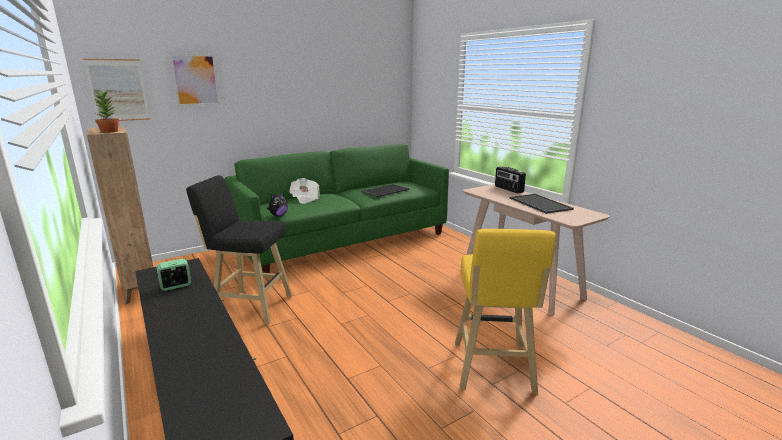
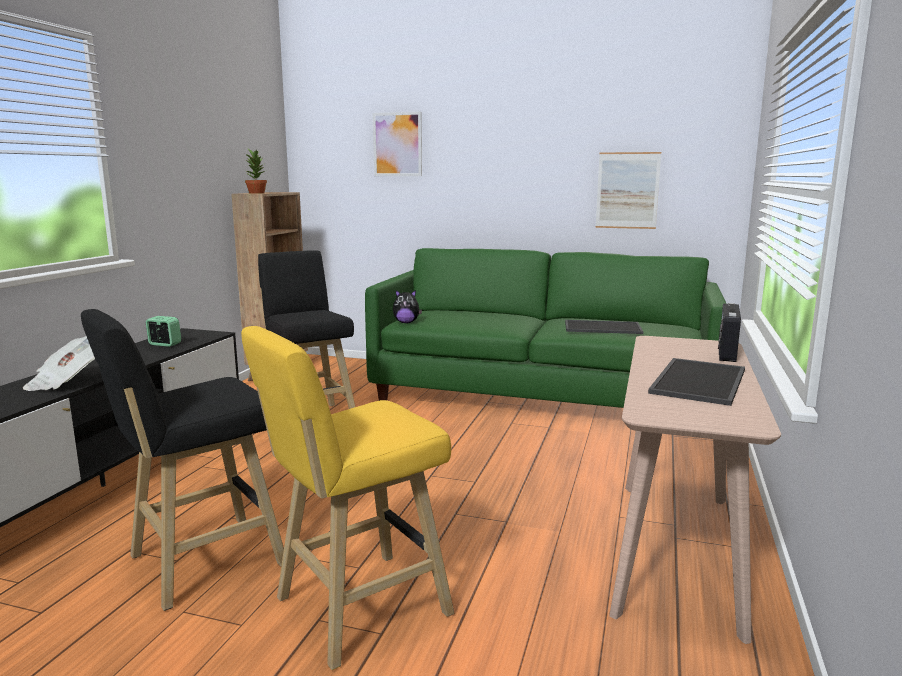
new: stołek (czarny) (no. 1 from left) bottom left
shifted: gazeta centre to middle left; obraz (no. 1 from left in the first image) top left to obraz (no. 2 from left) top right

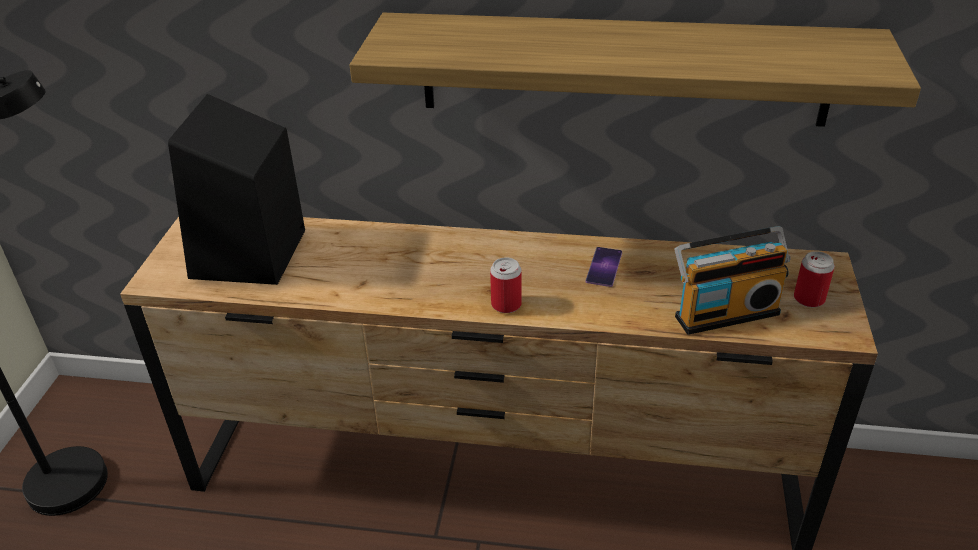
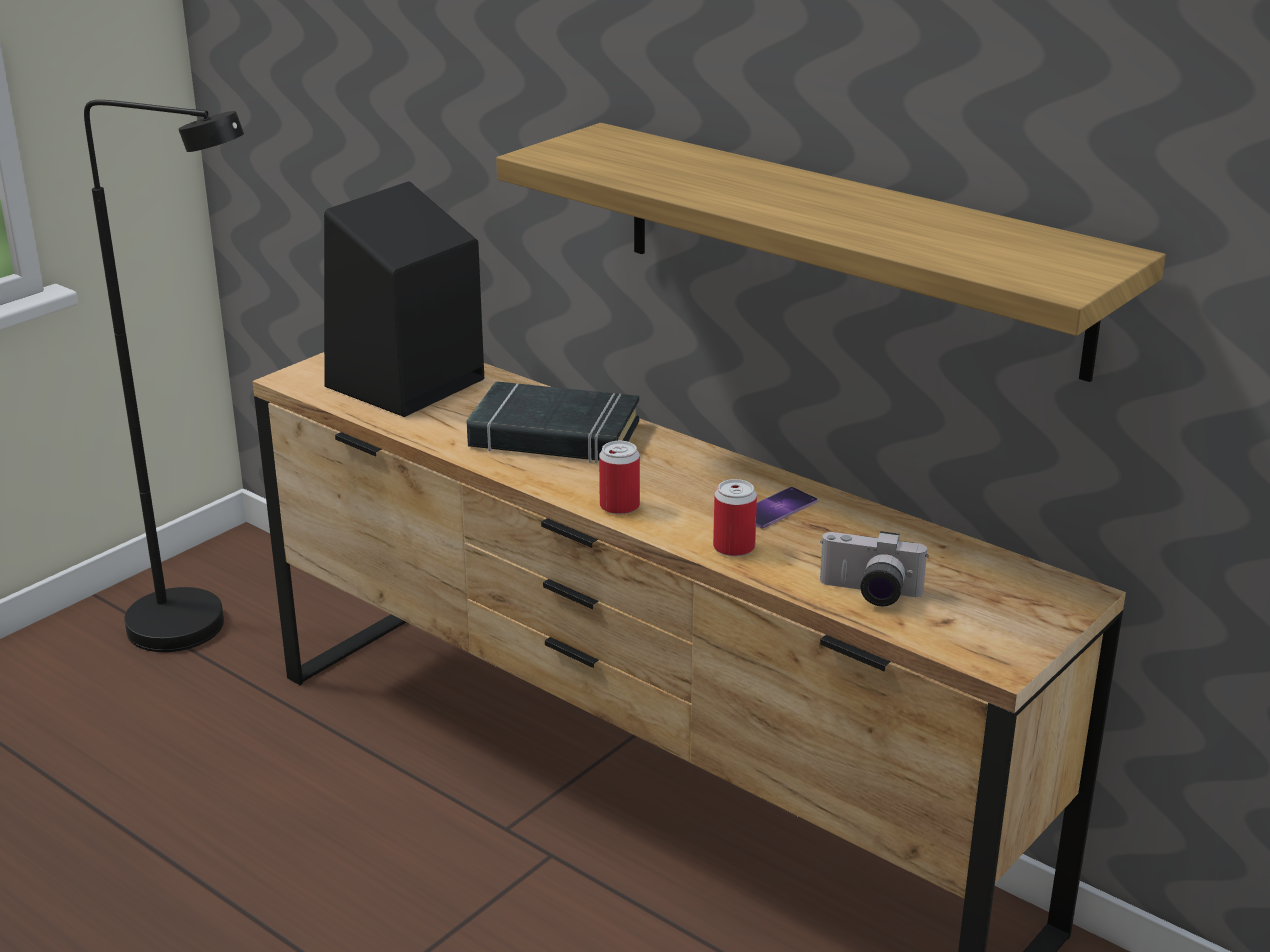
new: książka (czarny) centre
shifted: puszka (no. 2 from left) middle right to centre
swapped: radio middle right to aparat fotograficzny middle right

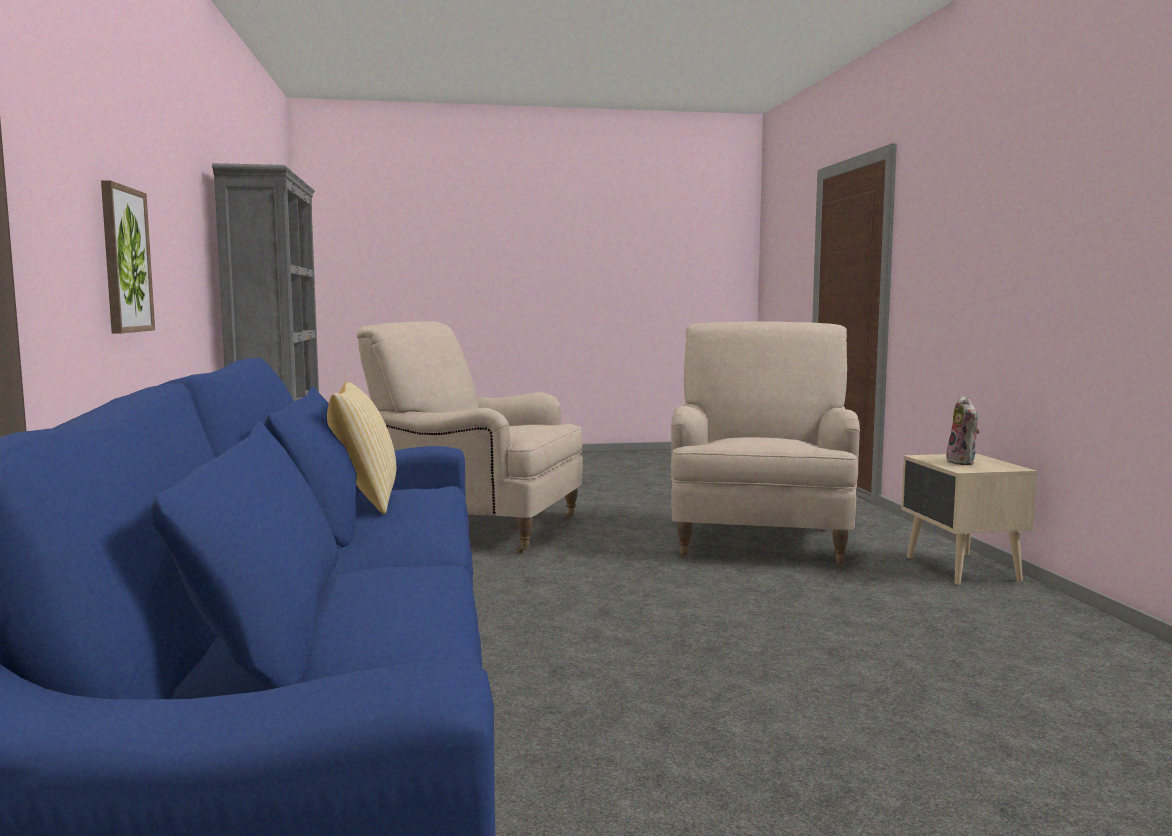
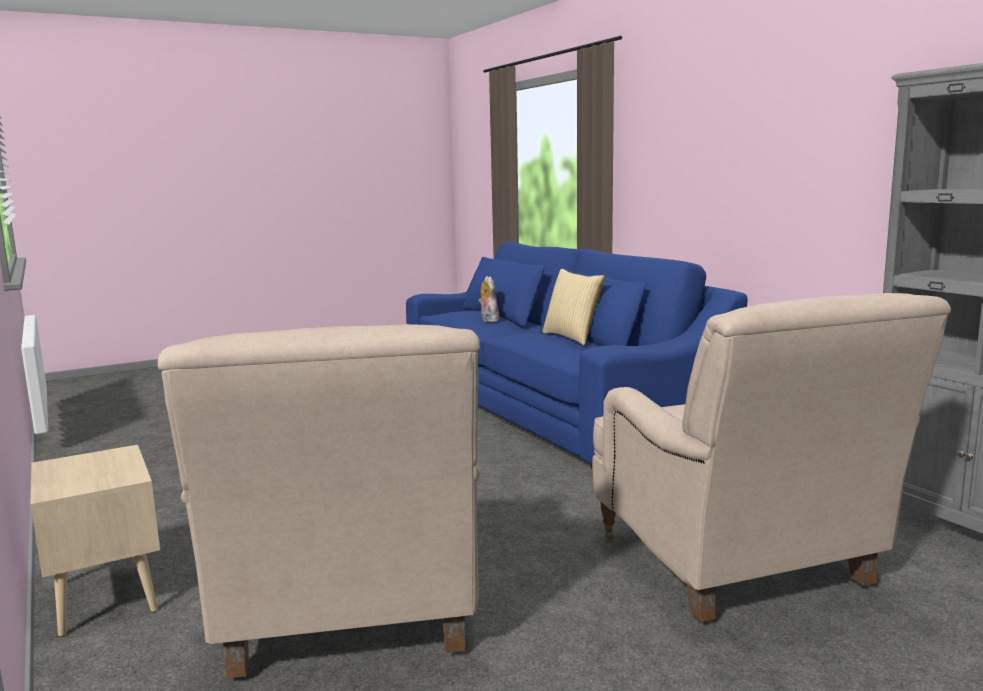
gone: obraz top left
shifted: pluszak middle right to centre
rotated: fotel (beżowy) (no. 1 from left in the first image) centre = middle right 75 degrees clockwise

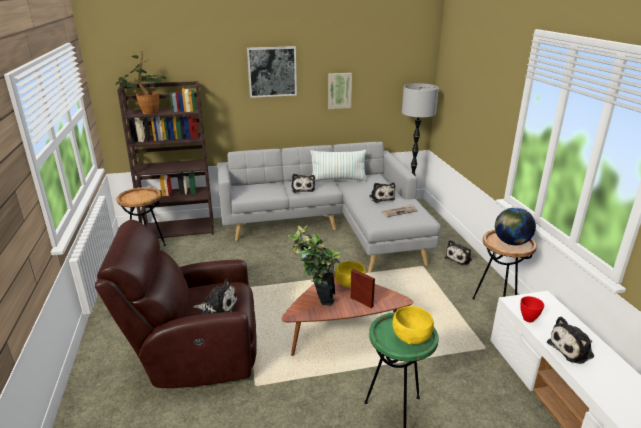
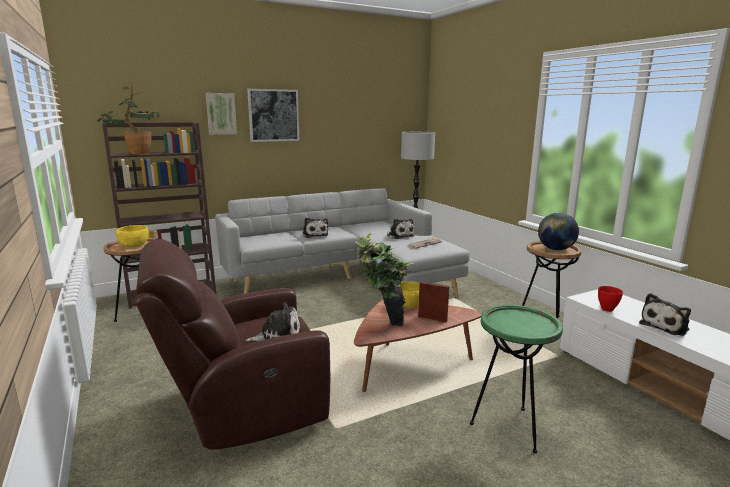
gone: poduszka centre; pluszak (no. 4 from left) middle right
shifted: miska (żółty) (no. 2 from left in the first image) bottom centre to miska (żółty) (no. 1 from left) middle left; obraz (no. 2 from left in the first image) top centre to obraz (no. 1 from left) top left

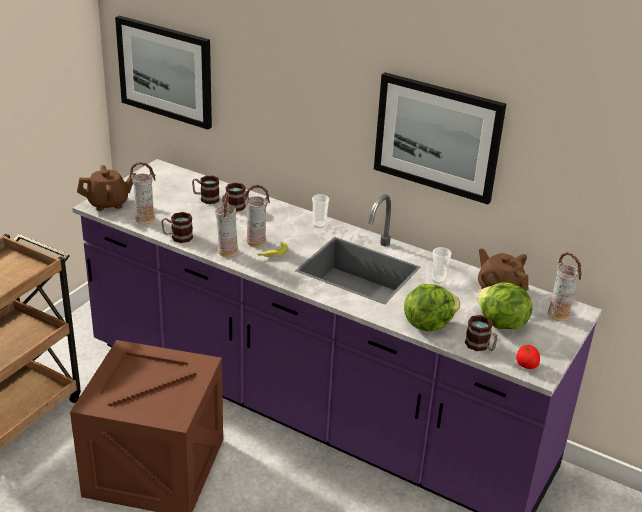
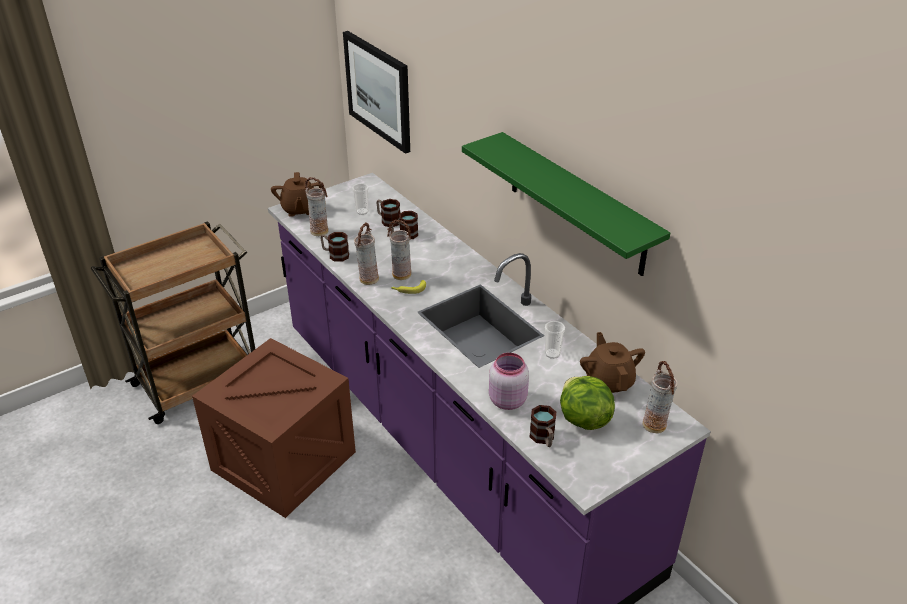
gone: pomidor bottom right
shifted: filiżanka (no. 1 from left) centre to top centre
swapped: obraz (no. 2 from left) top right to półka (zielony) centre; sałata (no. 1 from left) middle right to słoik (różowy) centre
rotated: imbryk (brązowy) (no. 1 from left) middle left = top left 75 degrees clockwise

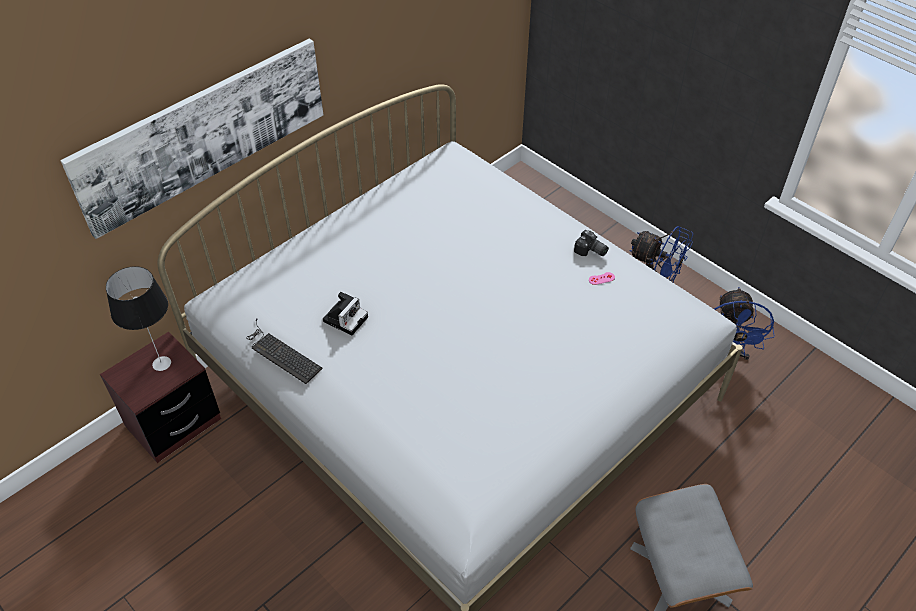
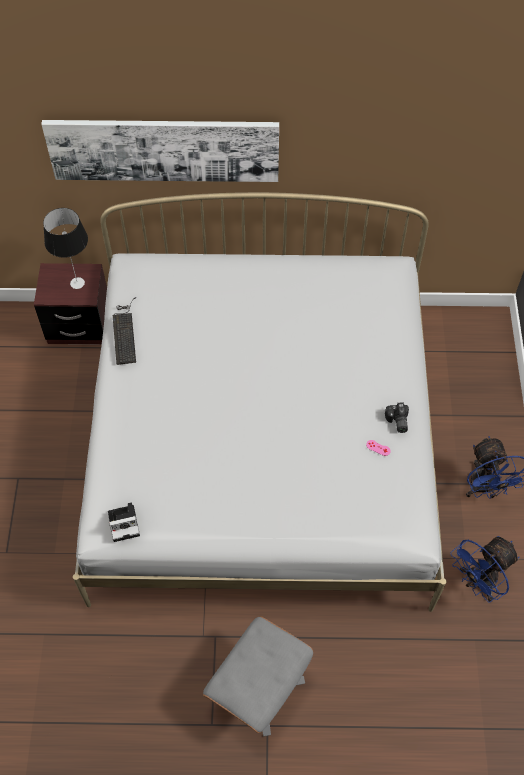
shifted: aparat fotograficzny (no. 1 from left) centre to bottom left

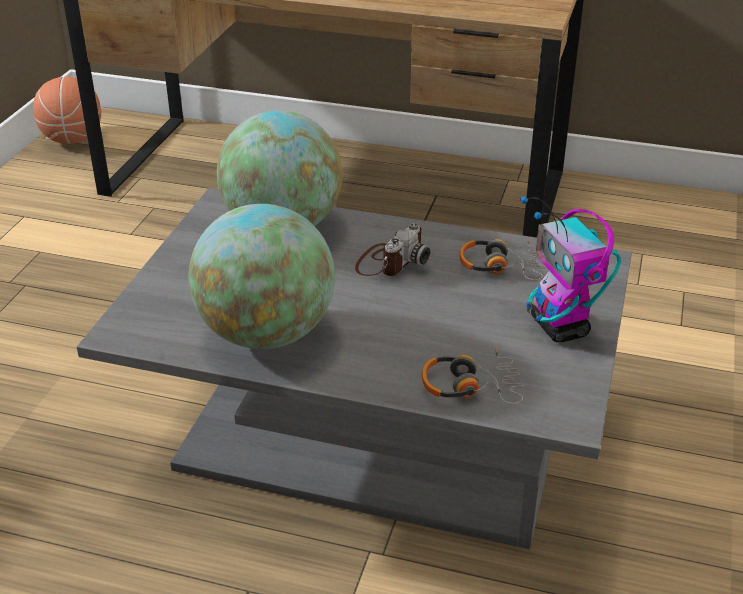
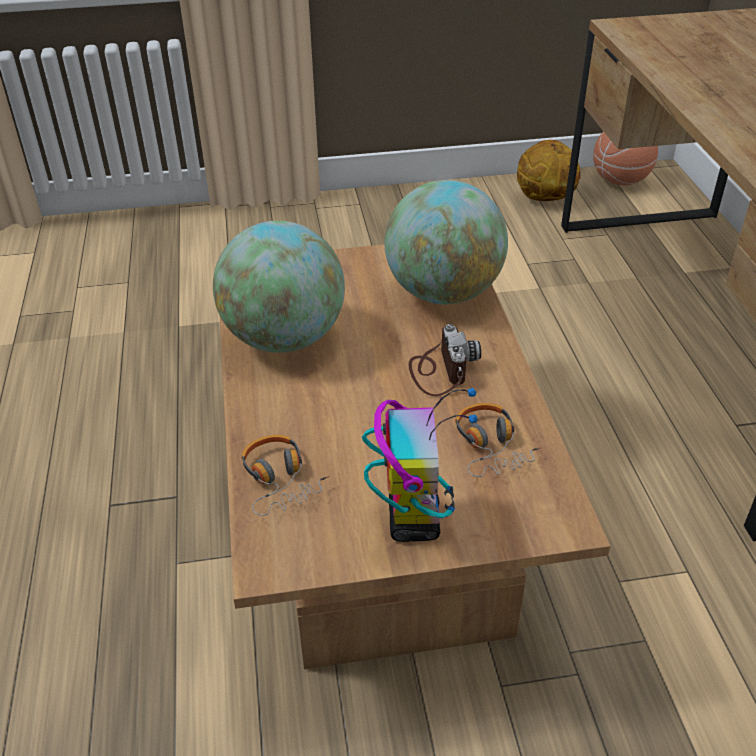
new: piłka do koszykówki (no. 1 from left) top right
repainted: ława (szary) centre to ława (brązowy) centre
rotated: robot zabawkowy middle right = centre 135 degrees clockwise; aparat fotograficzny centre = centre 105 degrees counterclockwise

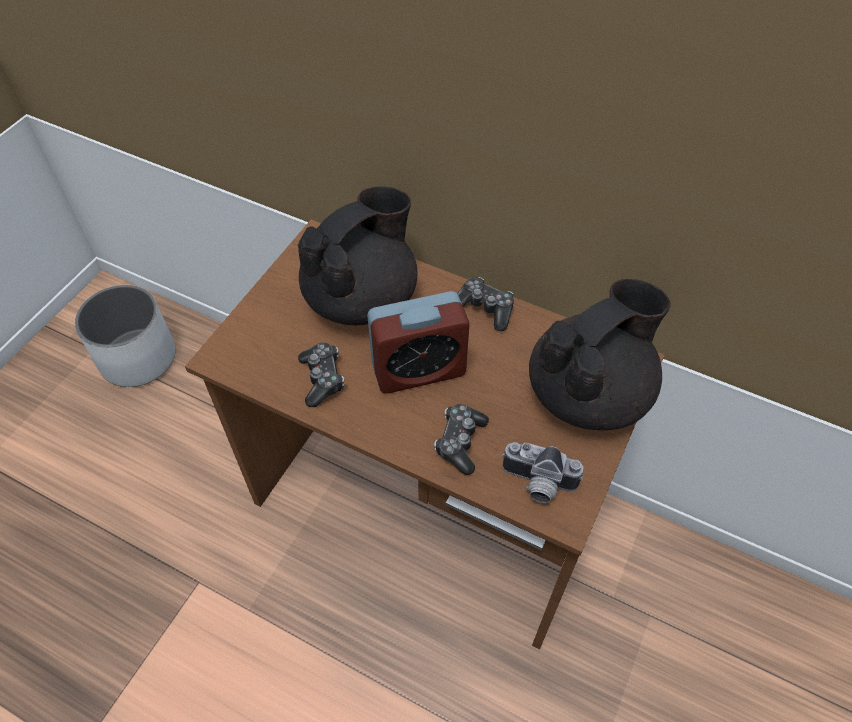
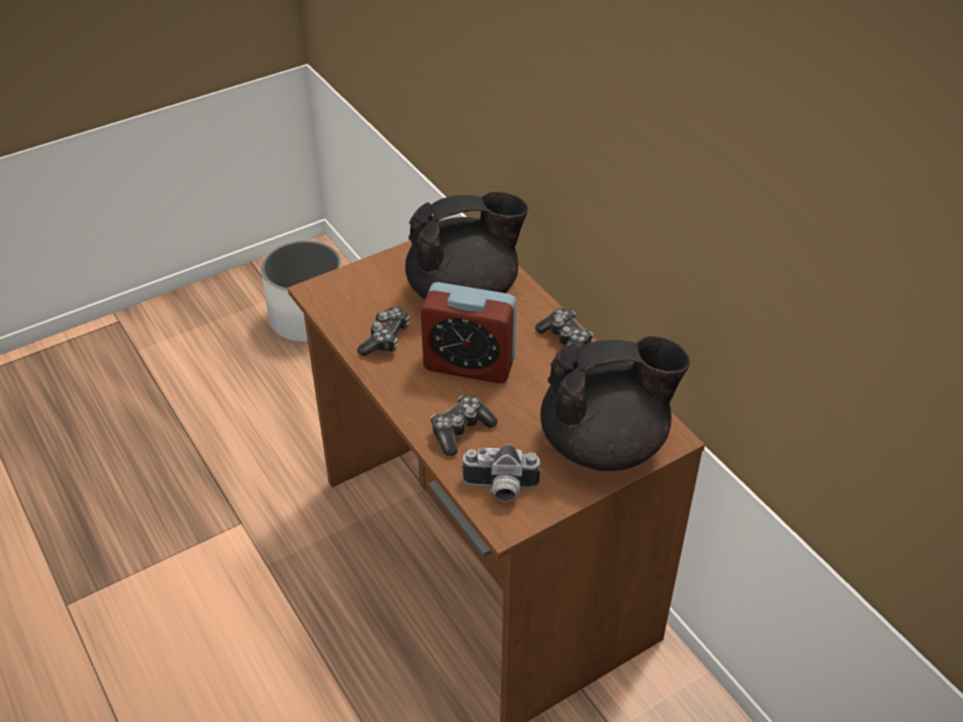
rotated: aparat fotograficzny centre = centre 45 degrees counterclockwise

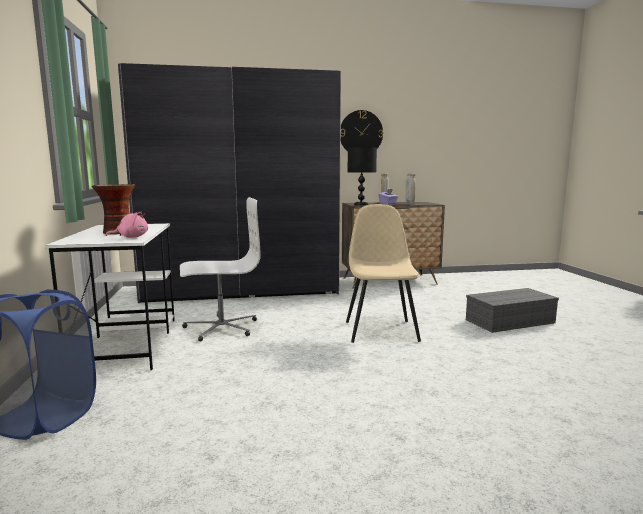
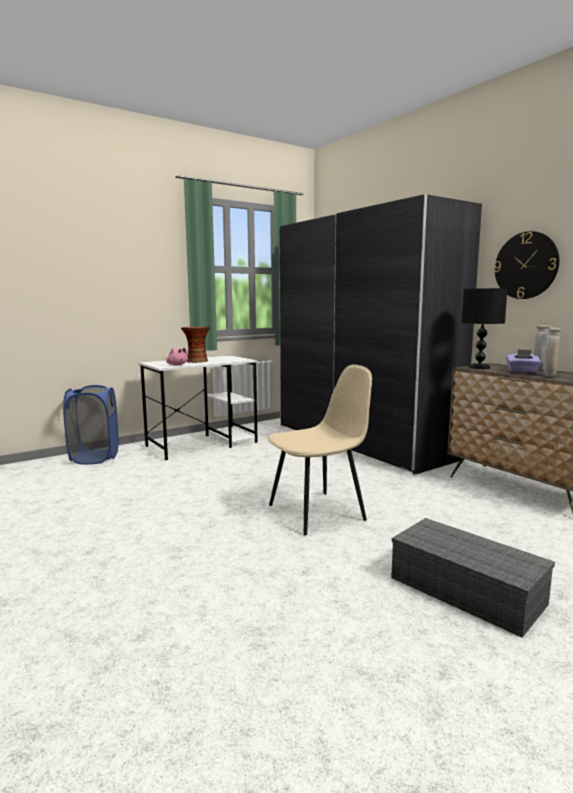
gone: krzesło biurowe (biały) centre

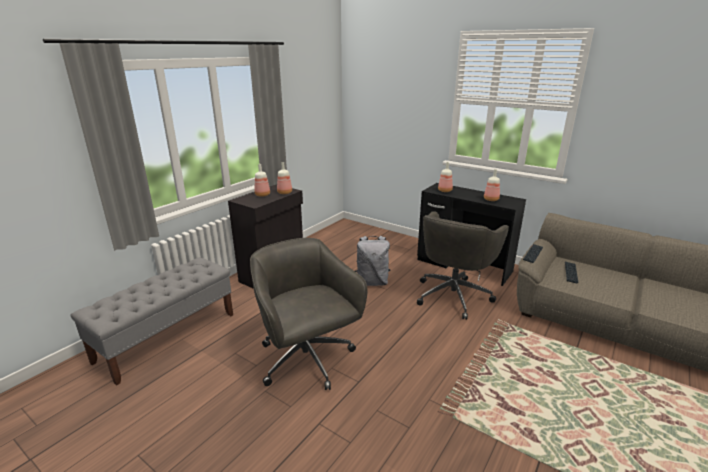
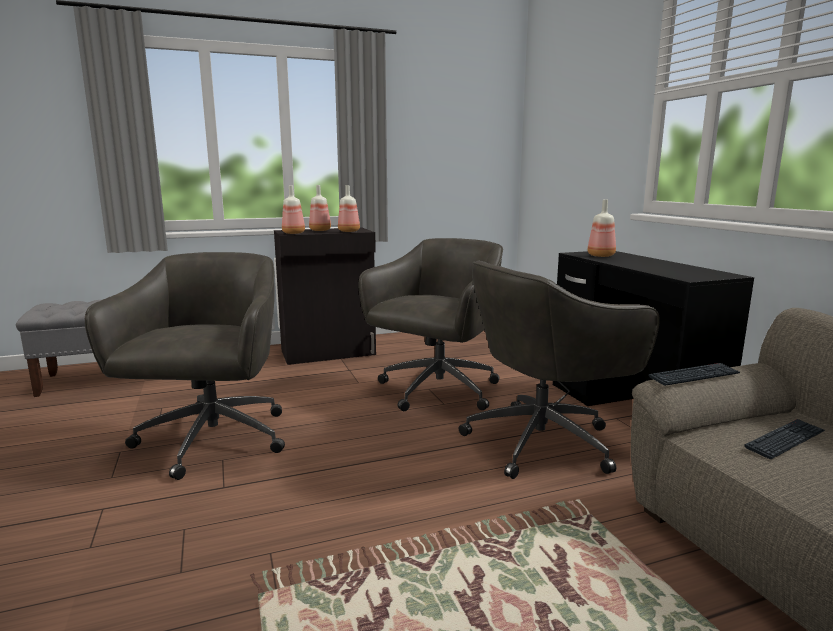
shifted: butelka (no. 4 from left in the first image) middle right to butelka (no. 1 from left) top centre
swapped: plecak (szary) centre to krzesło biurowe (szary) (no. 2 from left) centre

